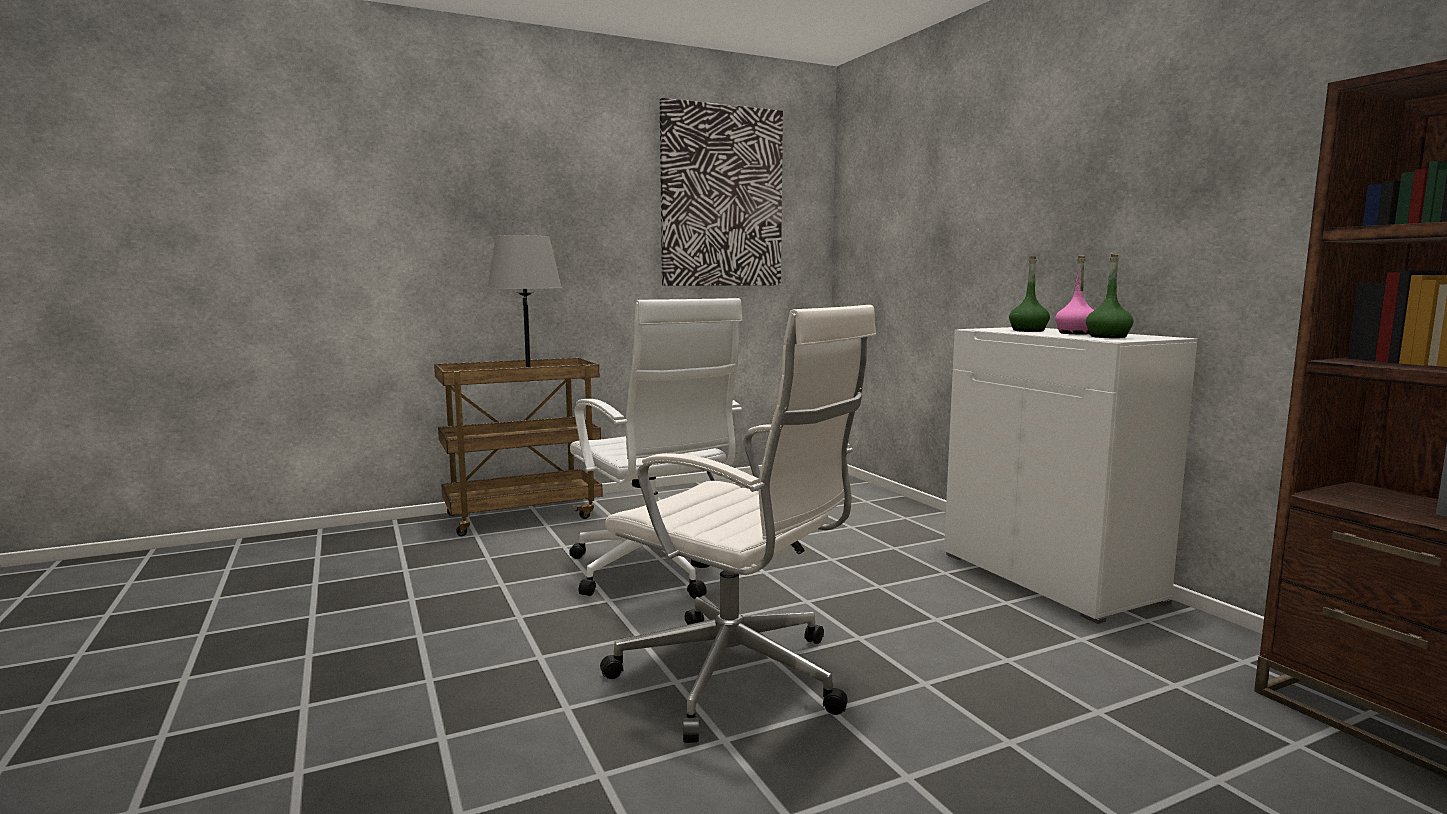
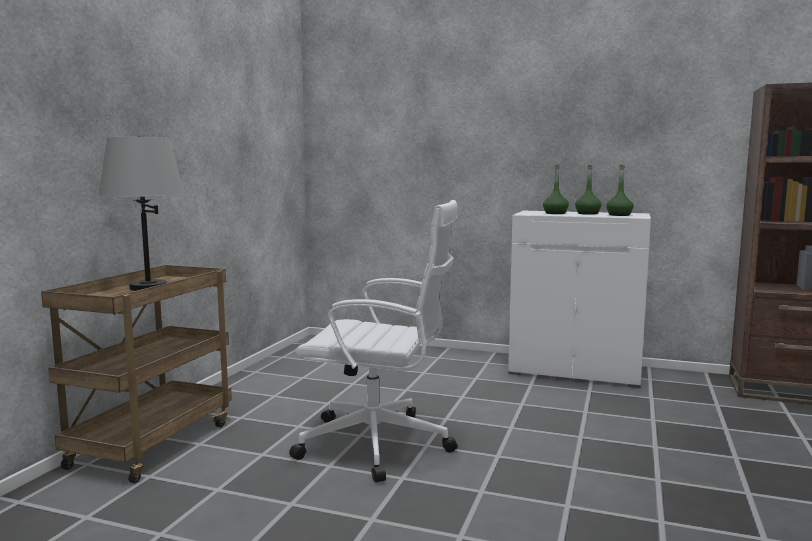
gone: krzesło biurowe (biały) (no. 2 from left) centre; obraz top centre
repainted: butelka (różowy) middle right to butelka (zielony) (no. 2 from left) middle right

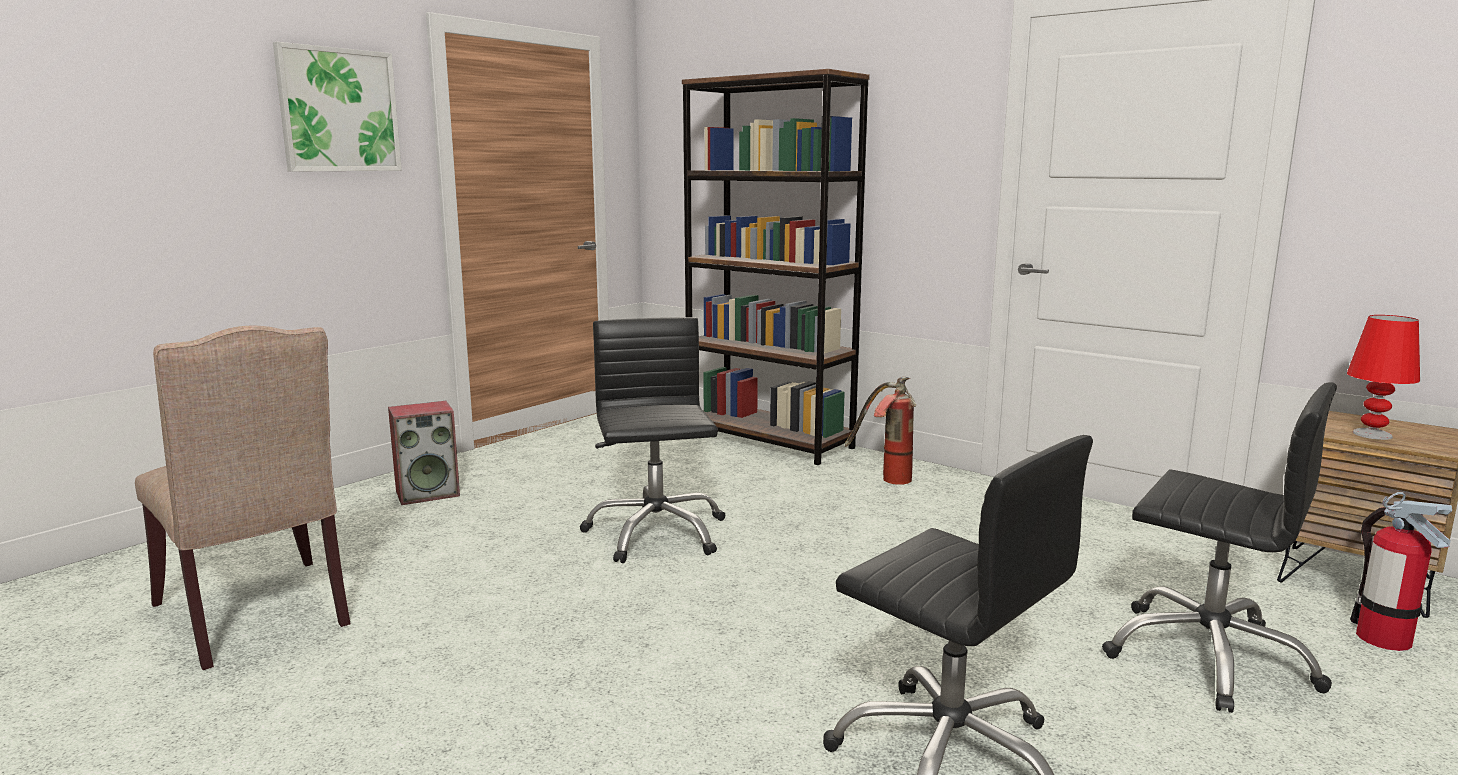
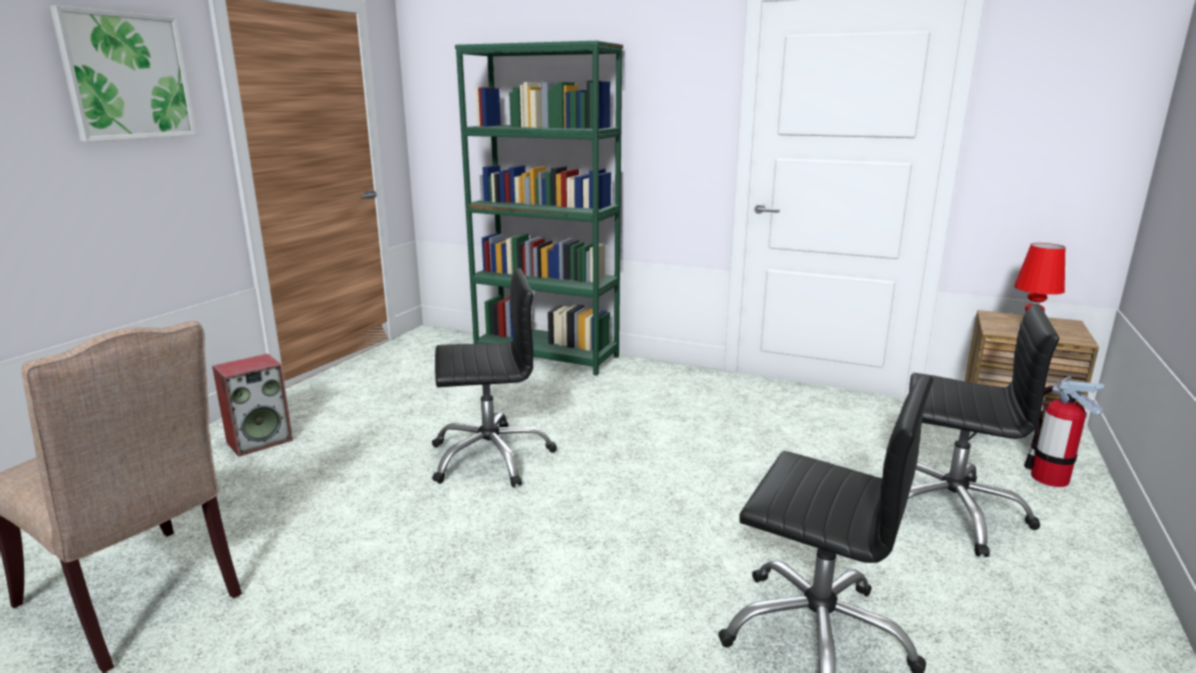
gone: gaśnica (no. 1 from left) centre
repainted: regał (brązowy) centre to regał (zielony) top centre
rotated: krzesło biurowe (czarny) (no. 1 from left) centre = centre 105 degrees clockwise

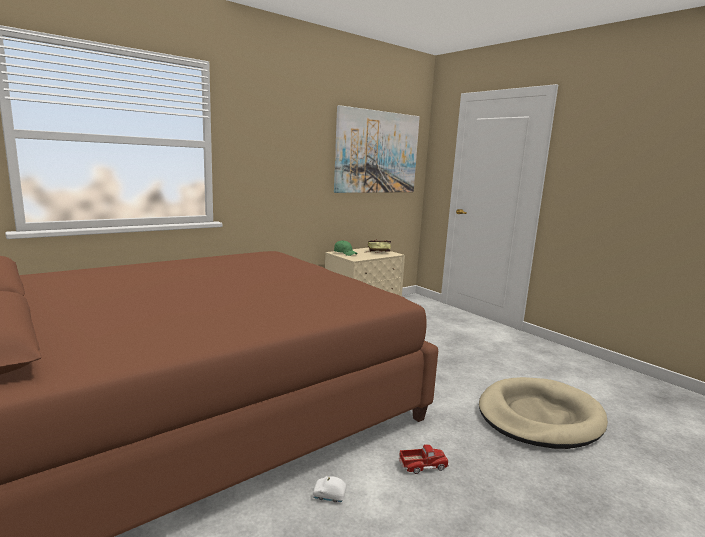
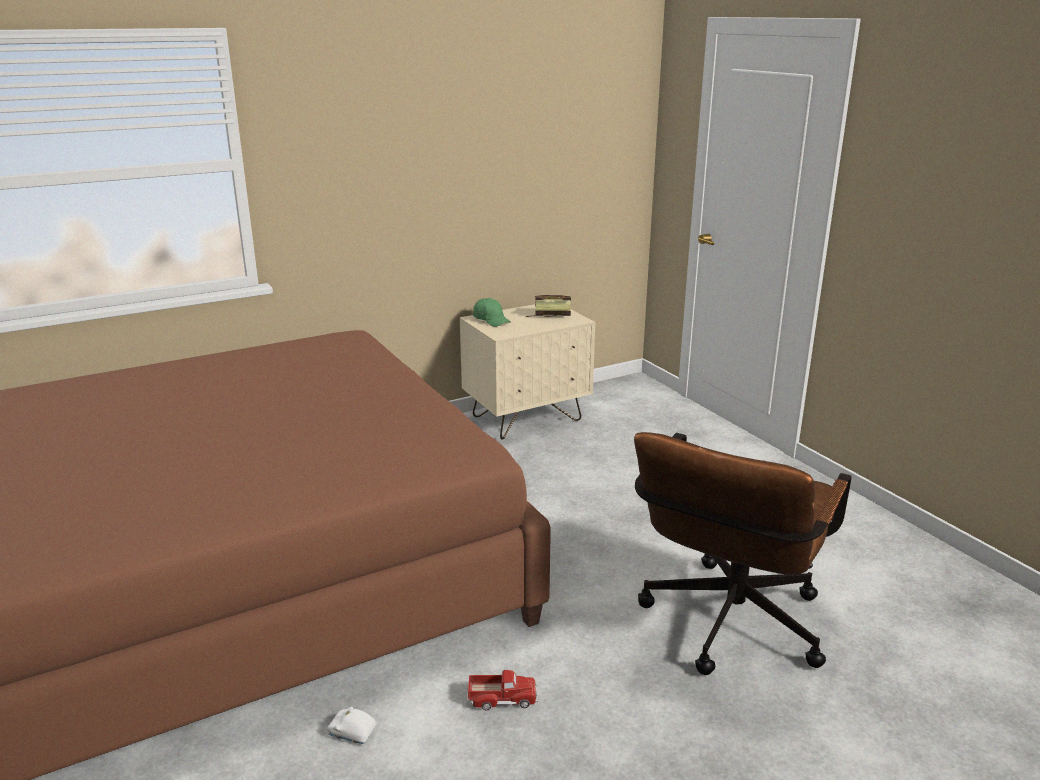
gone: obraz top centre
swapped: legowisko (beżowy) bottom right to krzesło biurowe (brązowy) bottom right

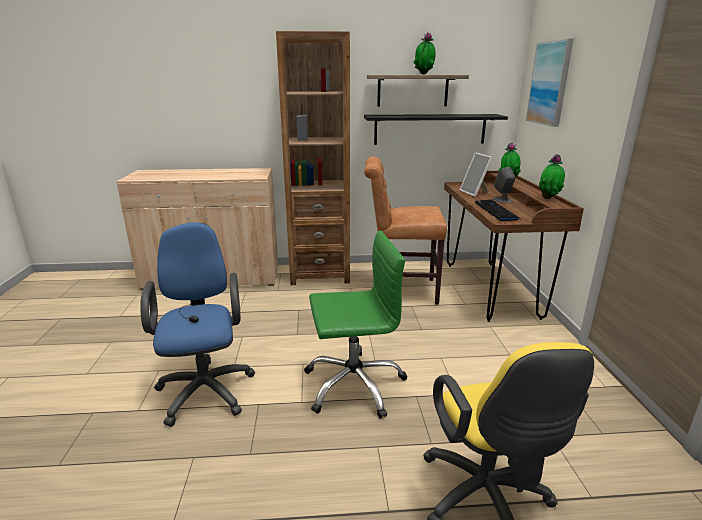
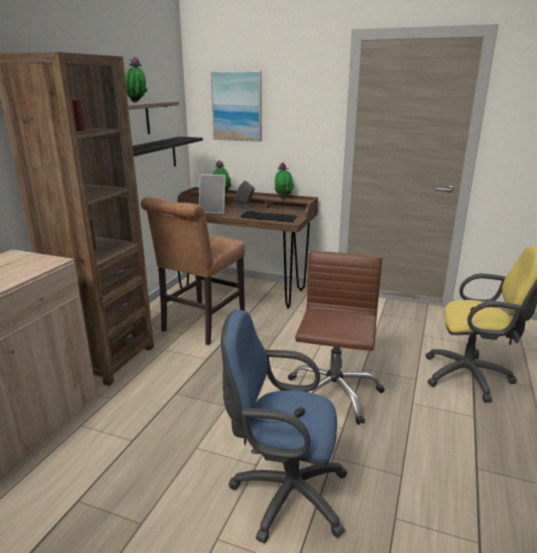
repainted: krzesło biurowe (zielony) centre to krzesło biurowe (brązowy) centre

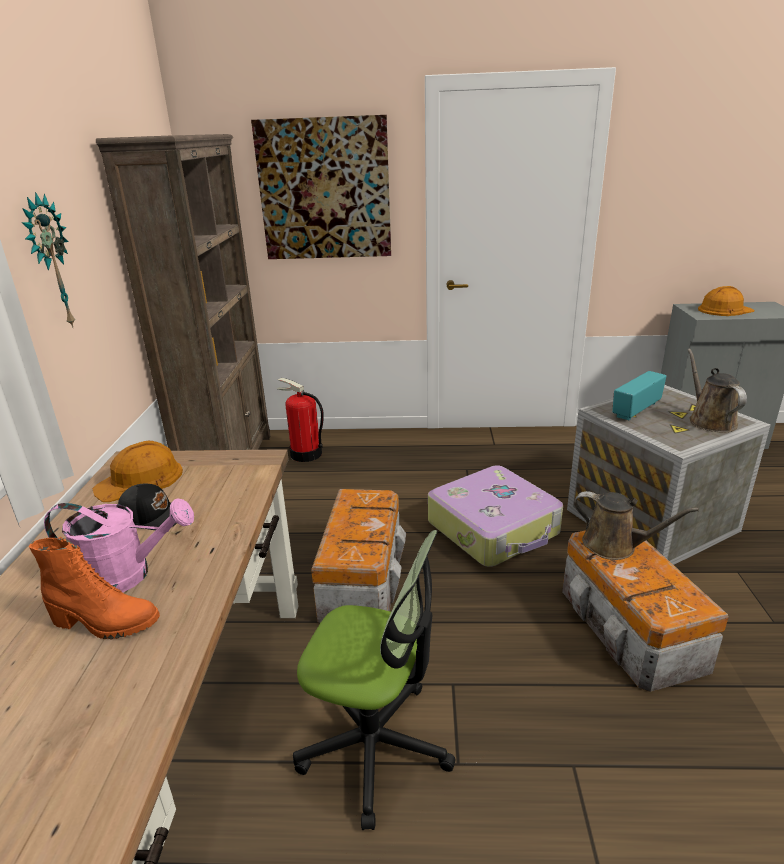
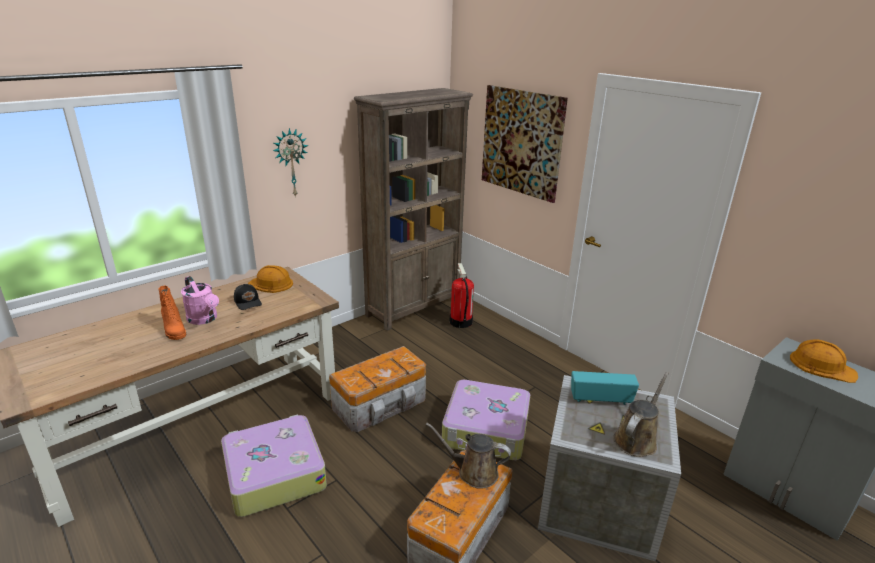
swapped: krzesło biurowe bottom centre to walizka (no. 1 from left) bottom left
rotated: konewka (brązowy) (no. 1 from left) middle right = bottom centre 120 degrees clockwise

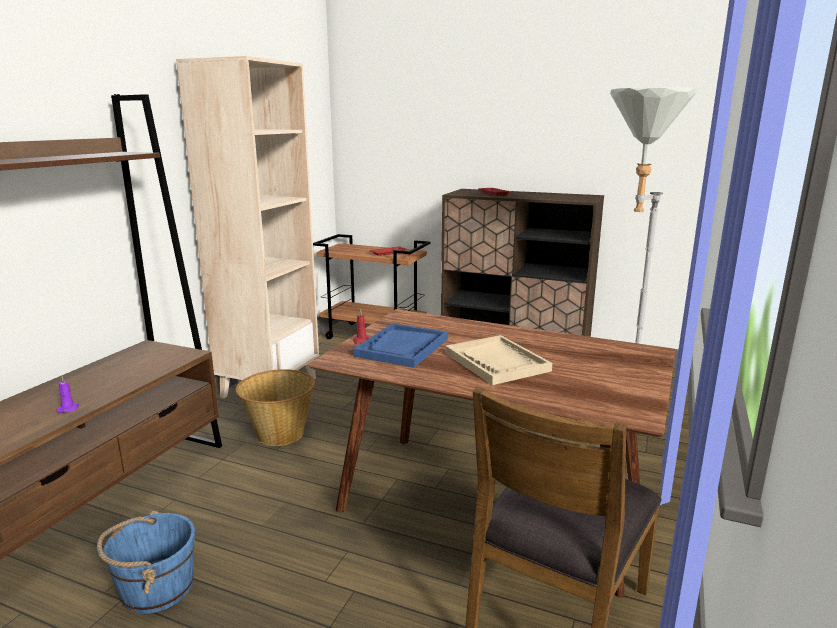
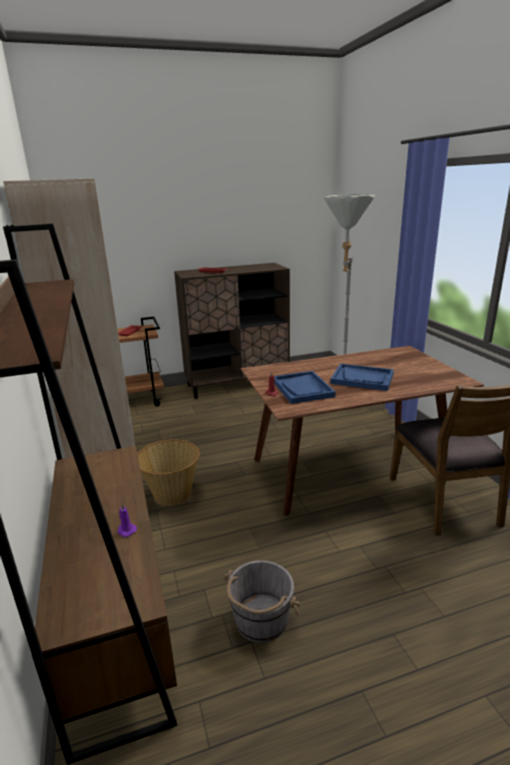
repainted: wiadro (niebieski) bottom left to wiadro (szary) bottom centre; taca (beżowy) centre to taca (niebieski) (no. 2 from left) middle right

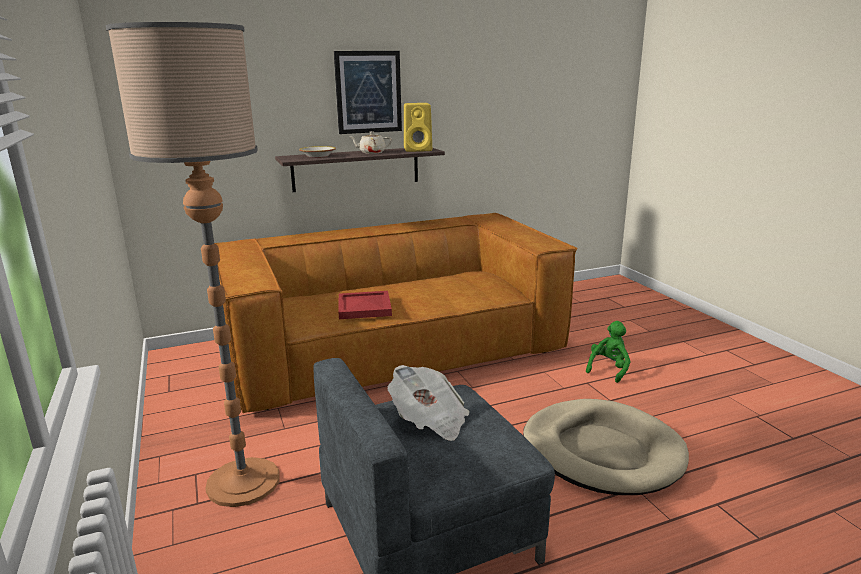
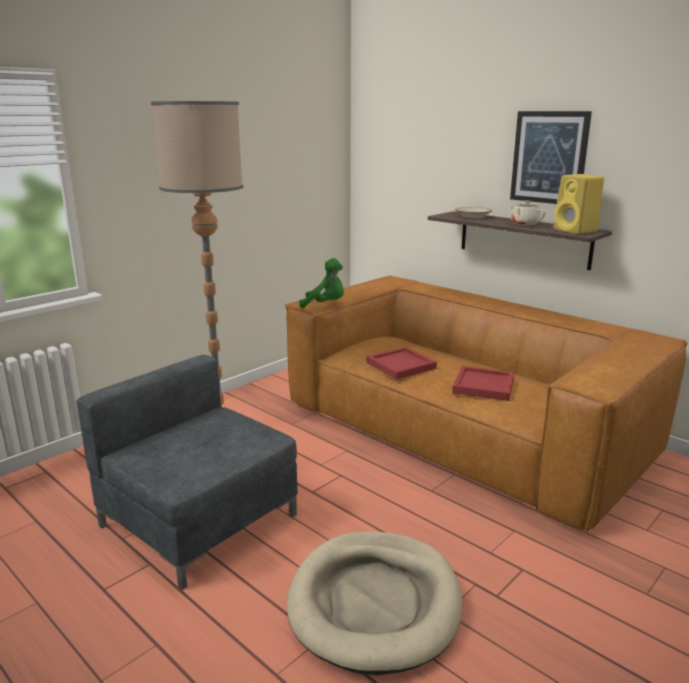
gone: gazeta bottom centre
new: taca (czerwony) (no. 2 from left) middle right
shifted: pluszak (zielony) middle right to centre

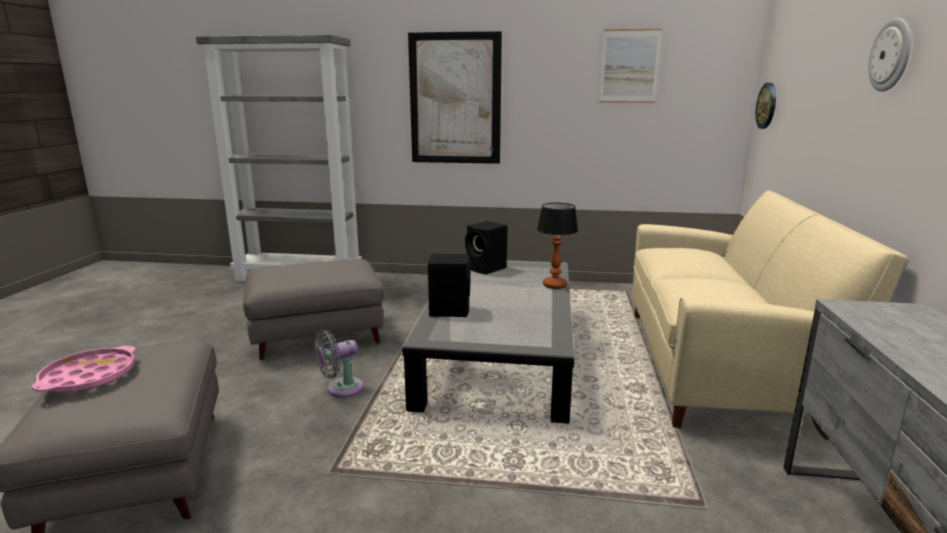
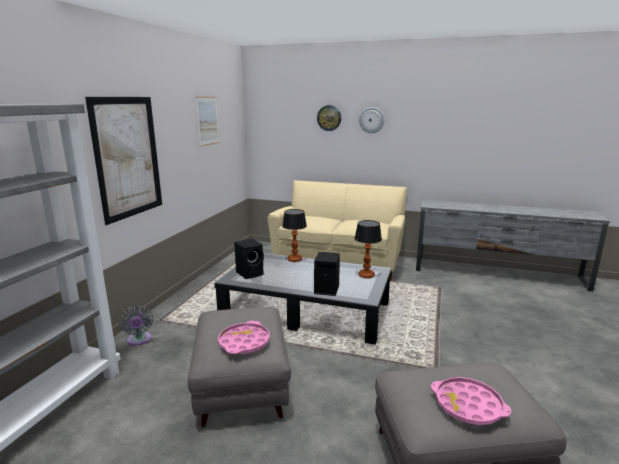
new: taca (różowy) (no. 1 from left) bottom centre; lampa stołowa (no. 2 from left) centre
shifted: wentylator (szary) bottom centre to bottom left; zegar ścienny (no. 1 from left) top right to top centre

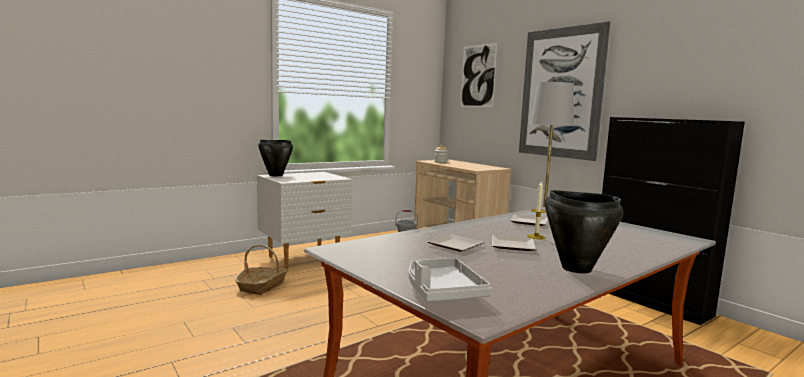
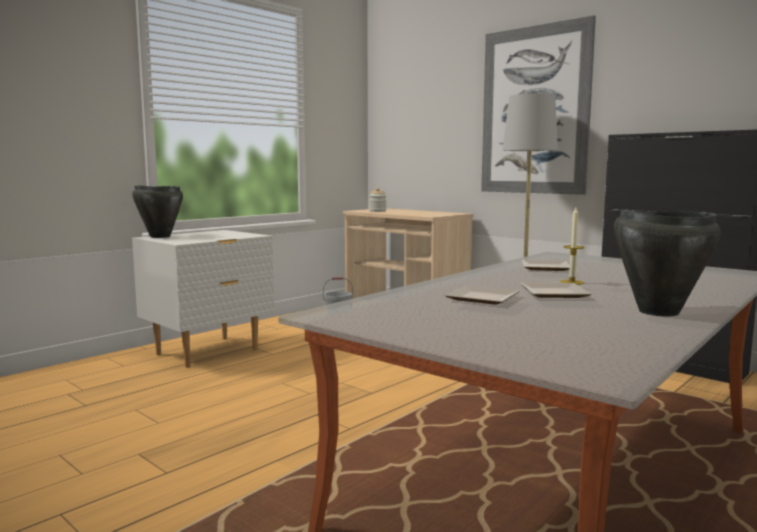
gone: koszyk bottom left; taca (szary) bottom centre; obraz (no. 1 from left) top centre

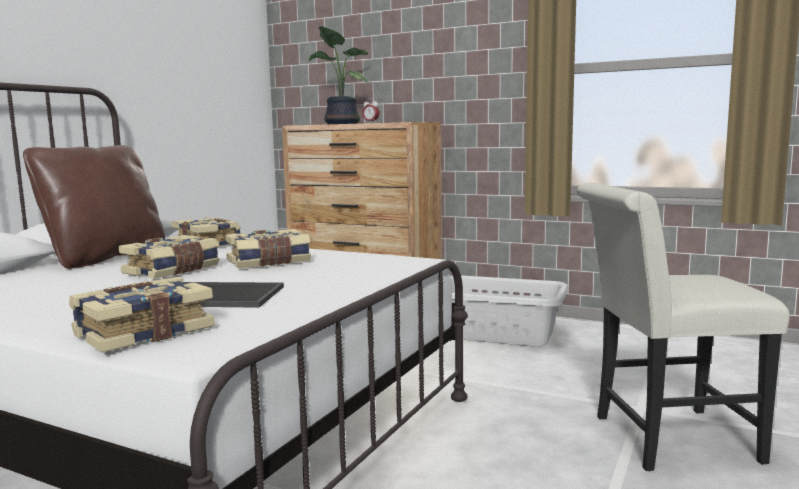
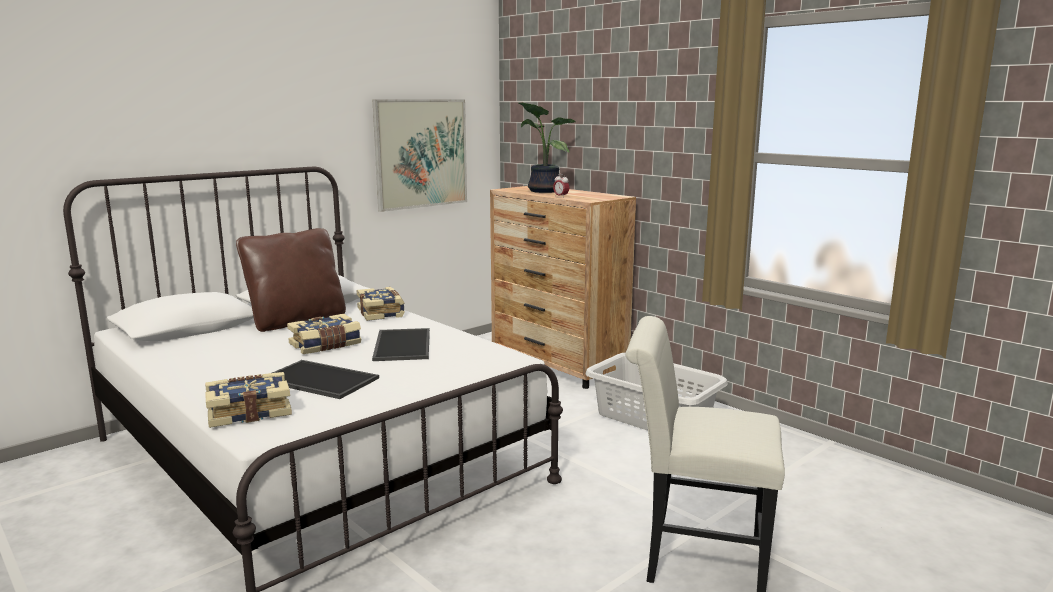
new: obraz top centre
swapped: książka (no. 4 from left) centre to taca (no. 2 from left) centre

